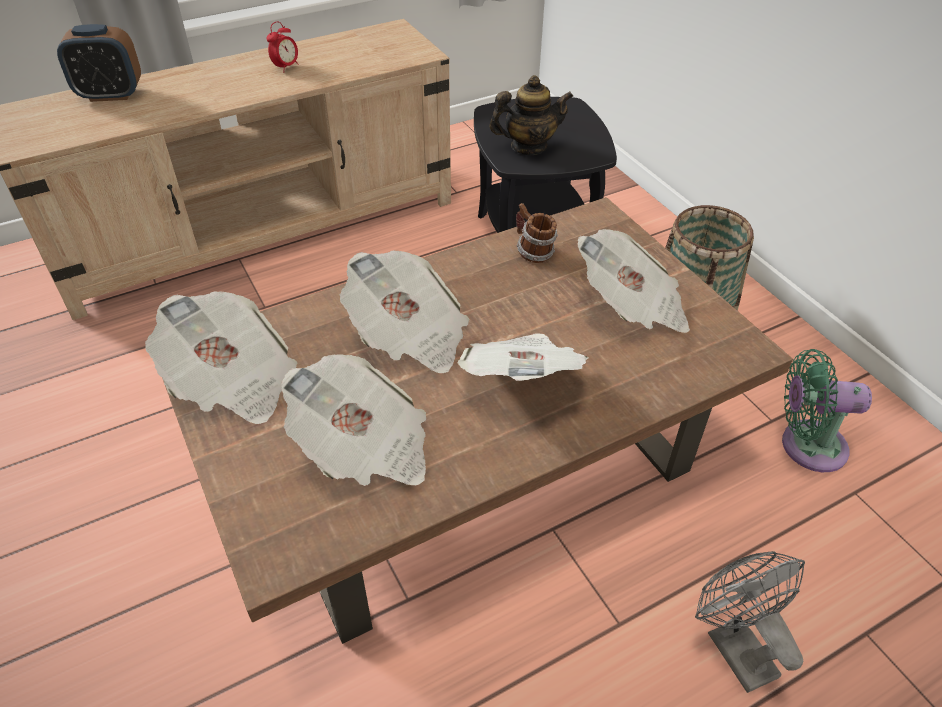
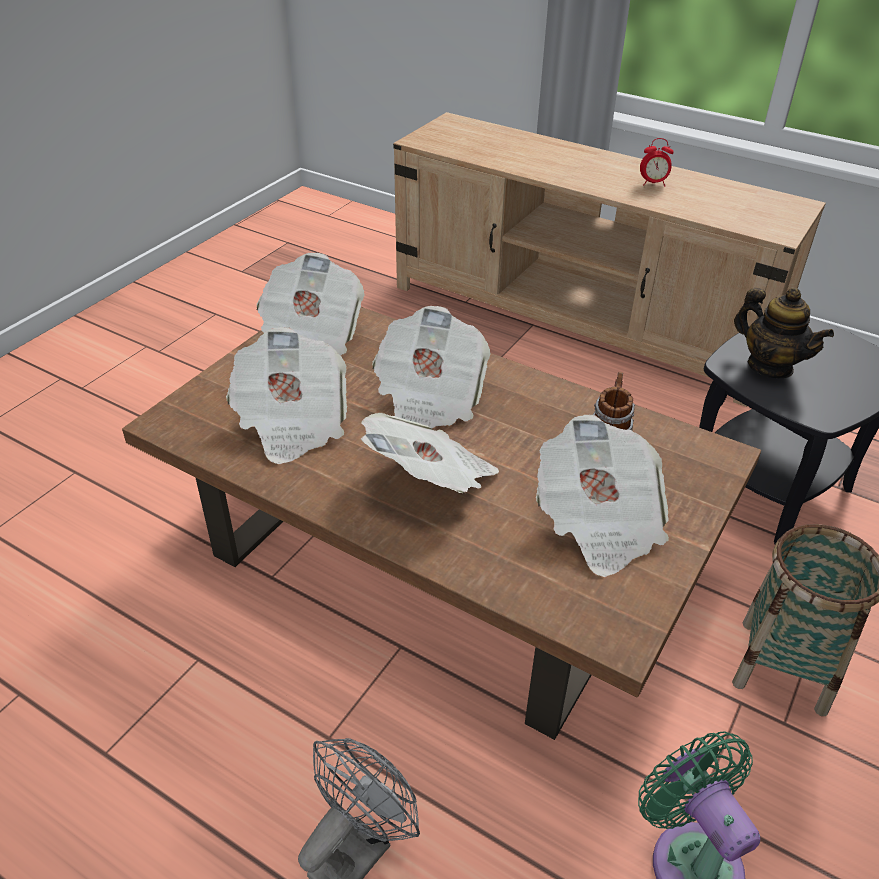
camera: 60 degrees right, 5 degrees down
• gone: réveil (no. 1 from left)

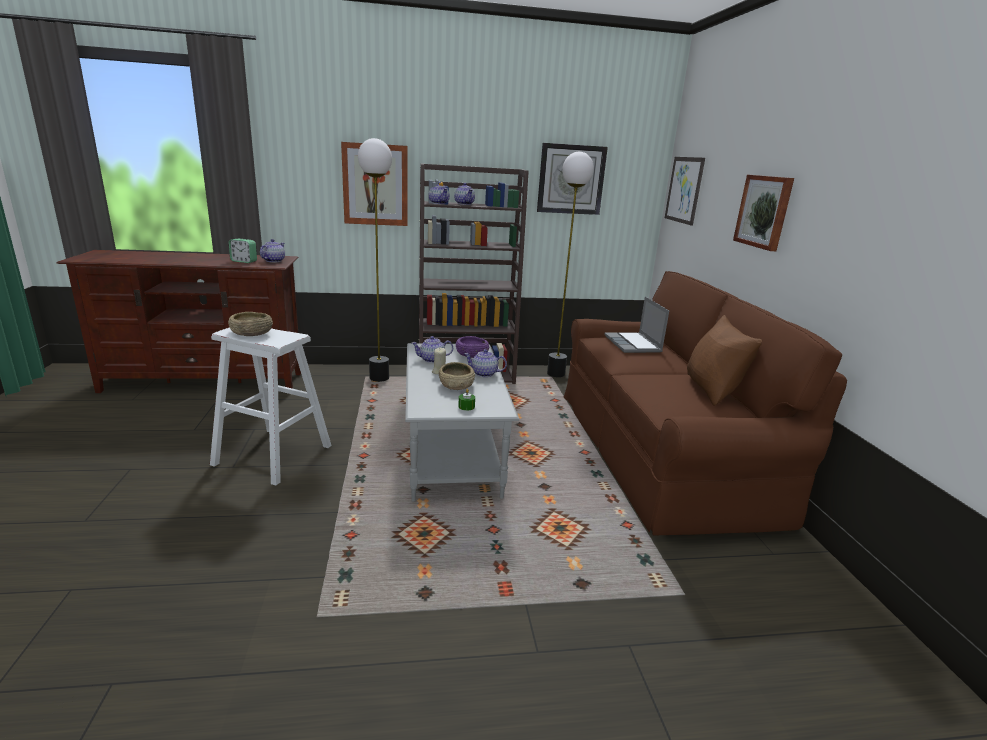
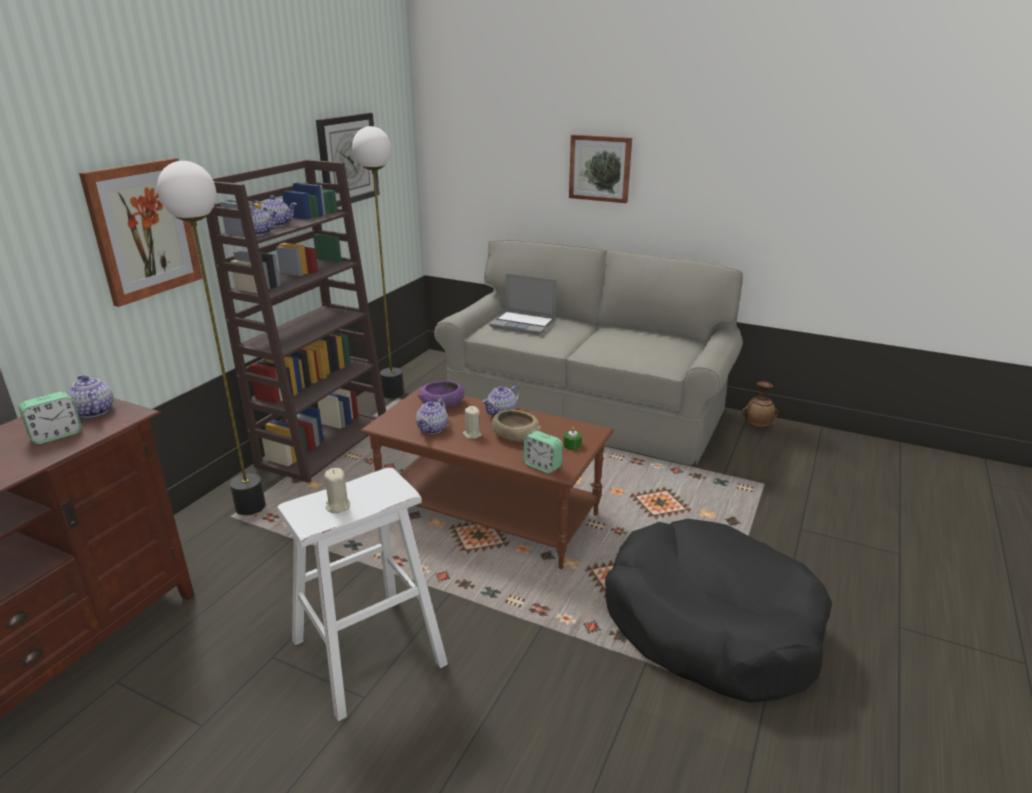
camera: 55 degrees left, 5 degrees up
• gone: tableau (no. 2 from left)
• gone: coussin/marron
• new: réveil (no. 2 from left)
• new: panier pour chien/noir
• new: vase
• swapped: bol/beige (no. 1 from left) to bougie/beige (no. 1 from left)
• repainted: table basse/gris to table basse/marron
• repainted: canapé/marron to canapé/gris

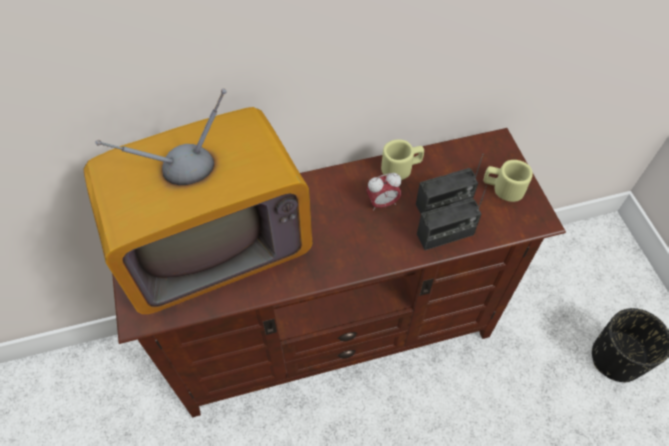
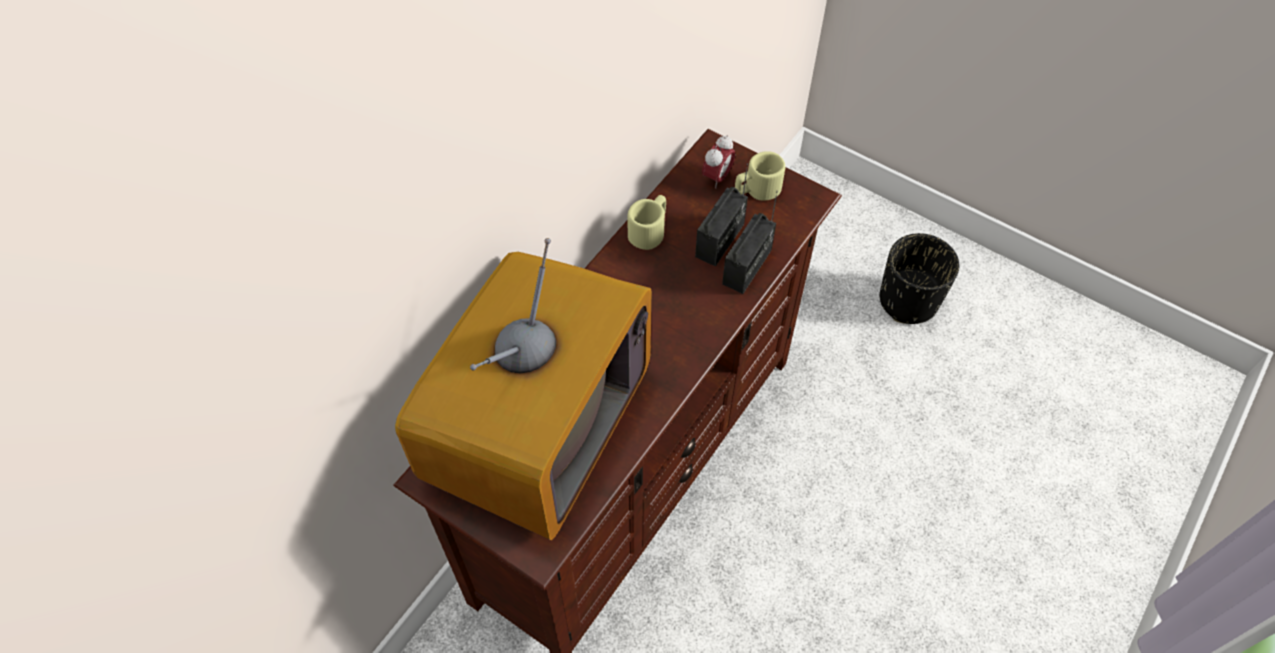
camera: 40 degrees left, 0 degrees up
• shifted: réveil

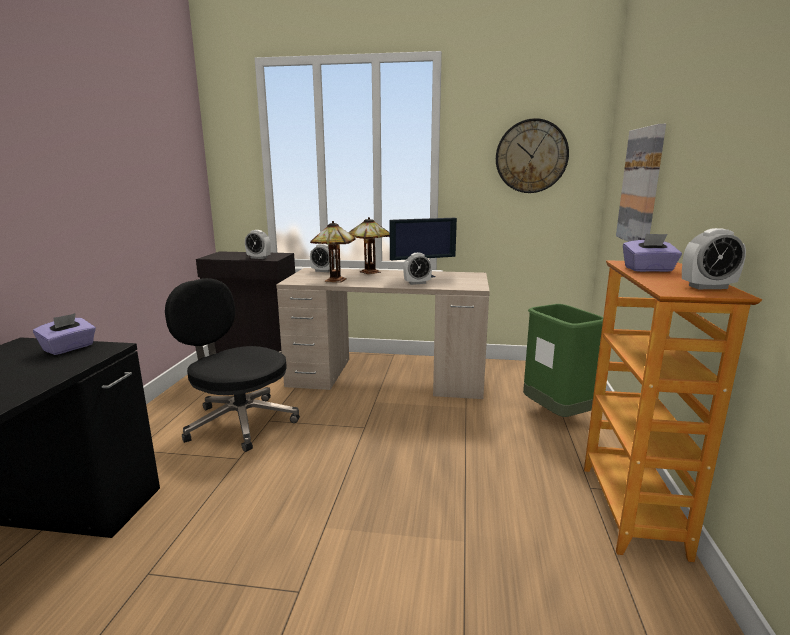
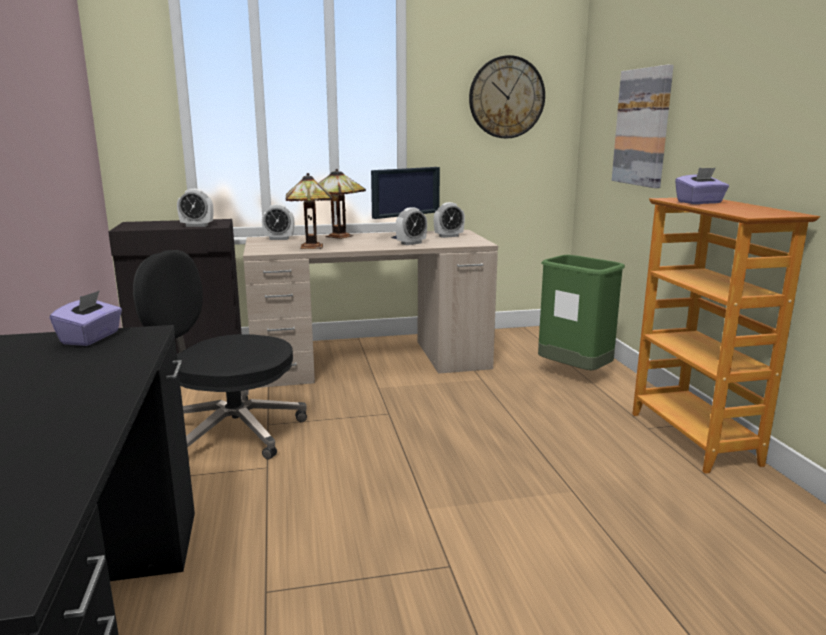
camera: 20 degrees left, 0 degrees up
• shifted: réveil (no. 4 from left)

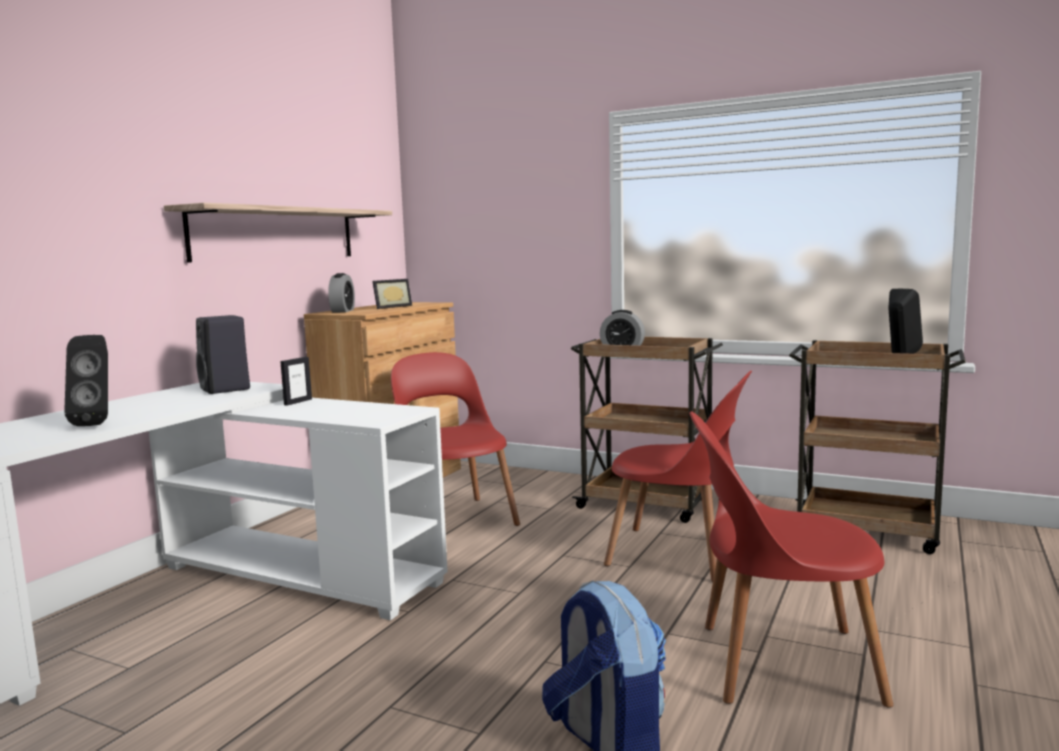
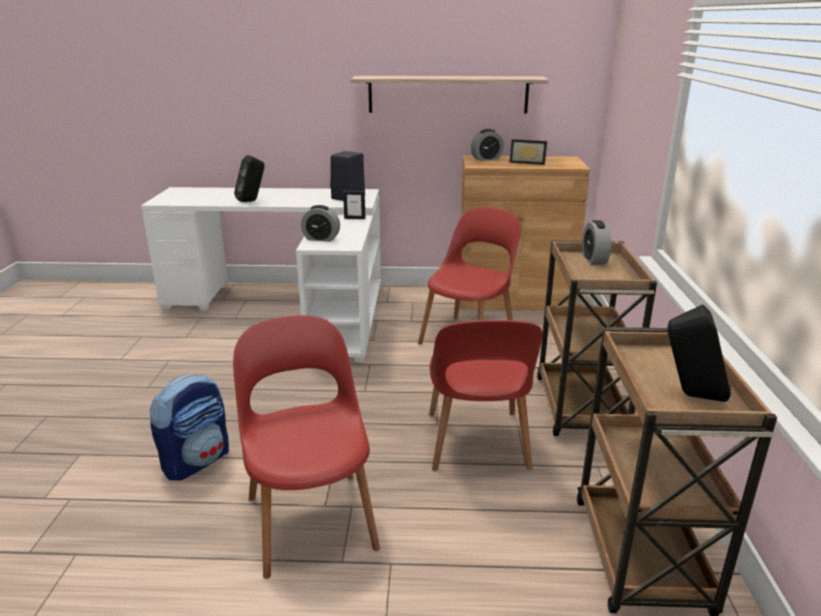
camera: 65 degrees right, 15 degrees up
• new: réveil (no. 1 from left)

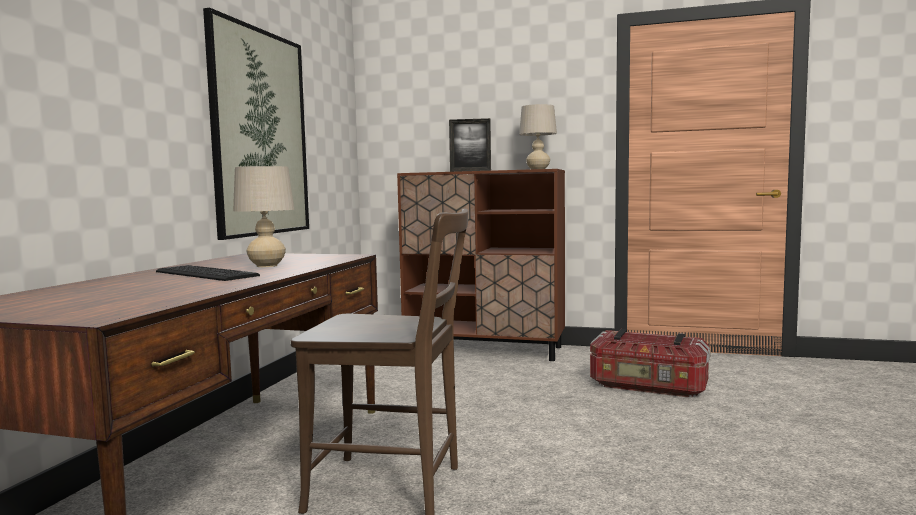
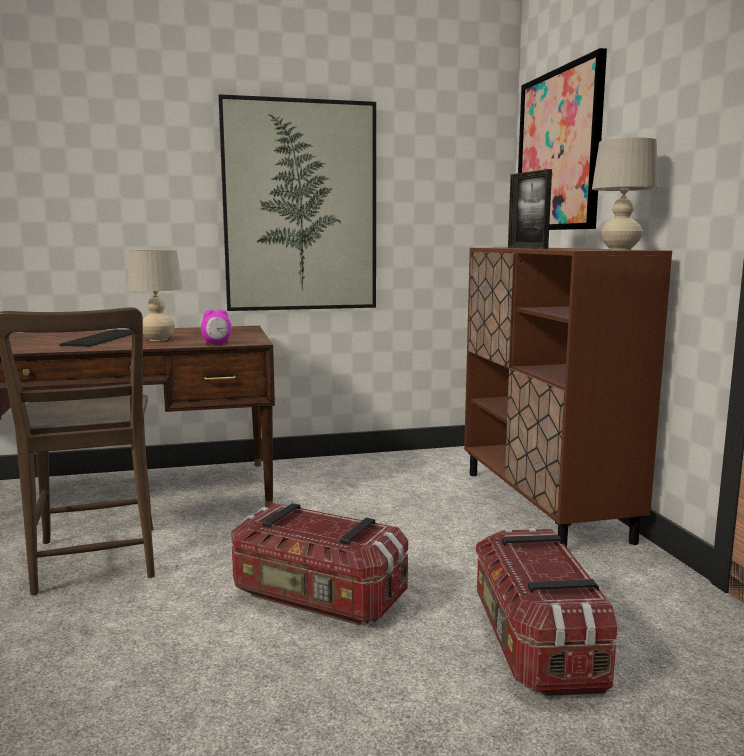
camera: 60 degrees right, 5 degrees up
• new: réveil
• new: boîte de rangement (no. 1 from left)
• new: tableau (no. 2 from left)

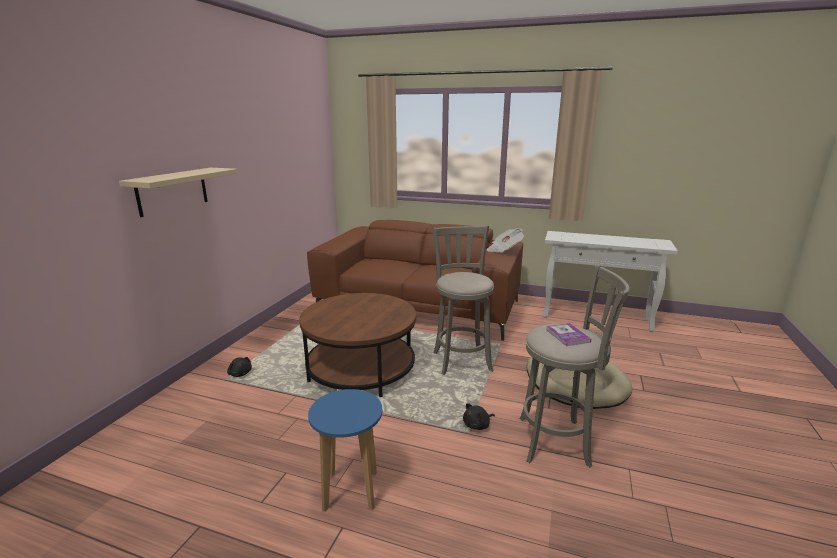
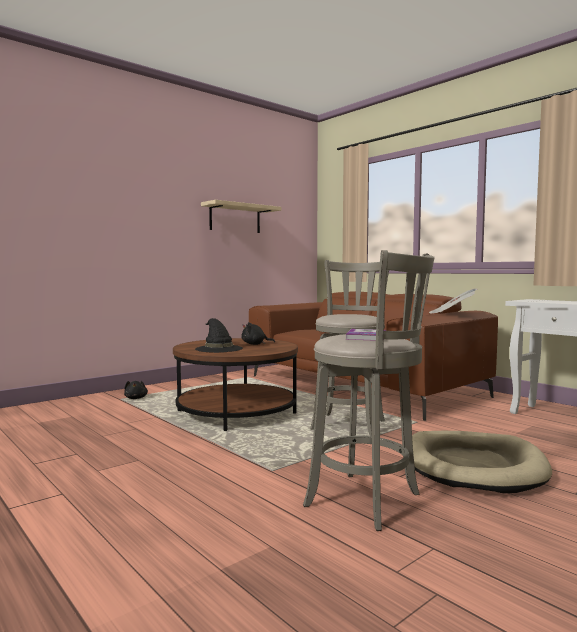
camera: 30 degrees right, 15 degrees down
• gone: tabouret/bleu
• new: chapeau/noir
• shifted: étagère/beige
• shifted: peluche/noir (no. 2 from left)

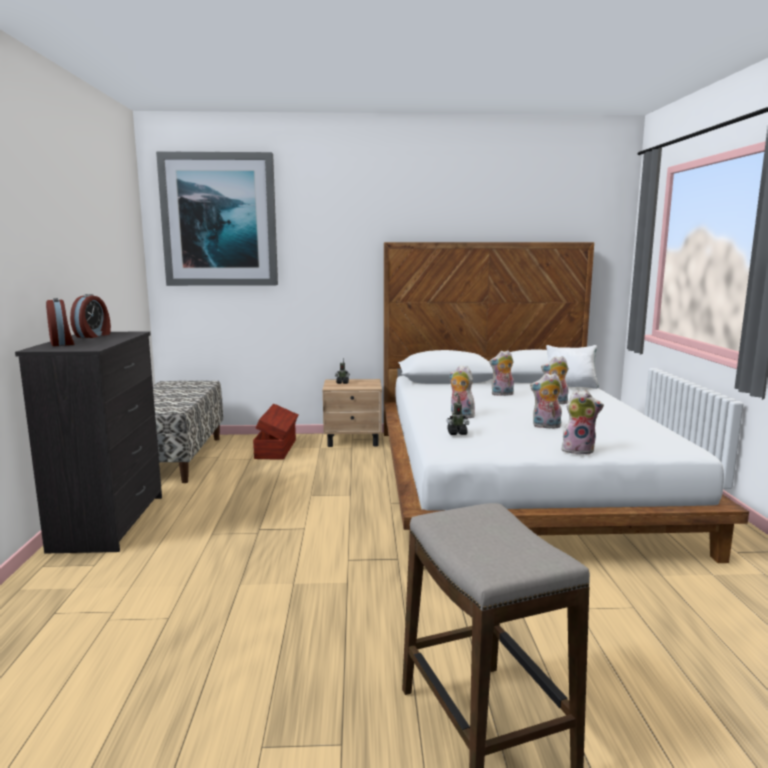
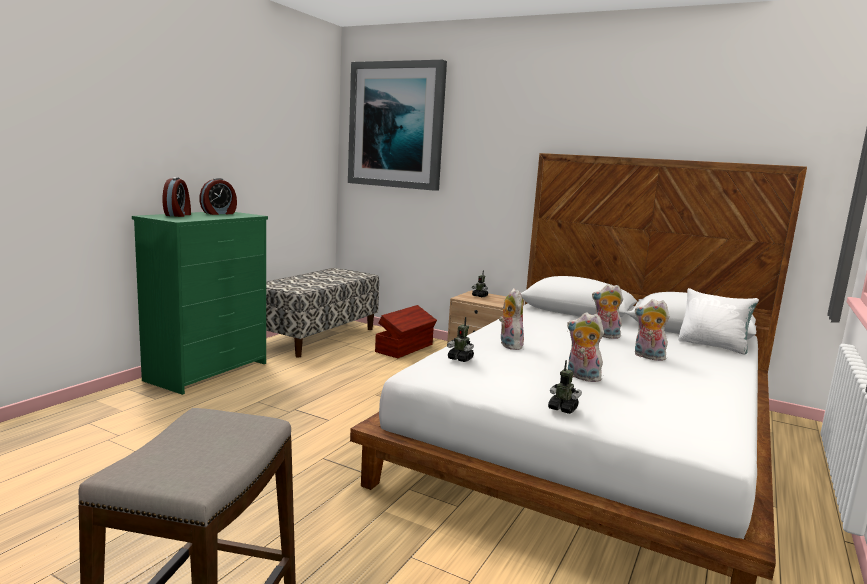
camera: 30 degrees right, 0 degrees up
• swapped: peluche (no. 5 from left) to robot jouet (no. 3 from left)
• repainted: commode/noir to commode/vert

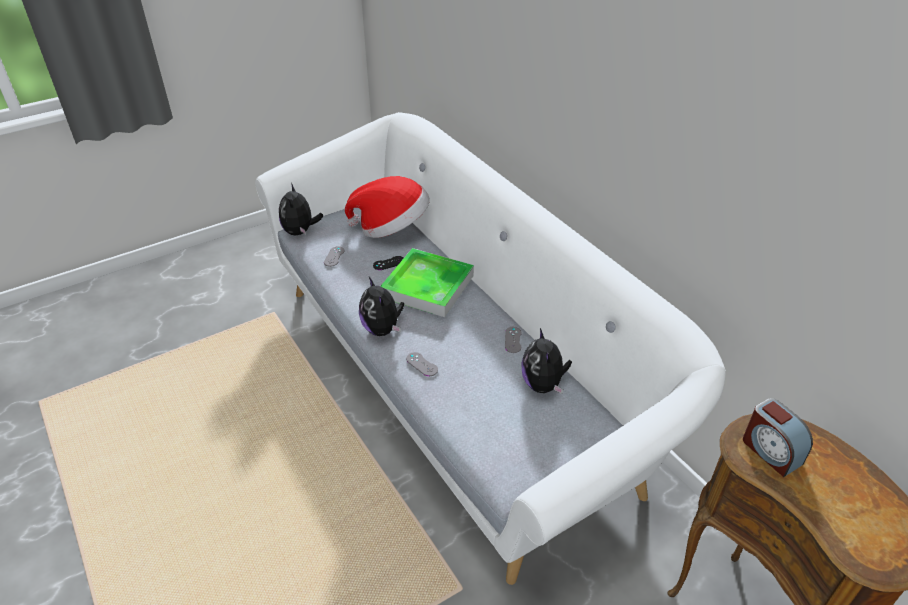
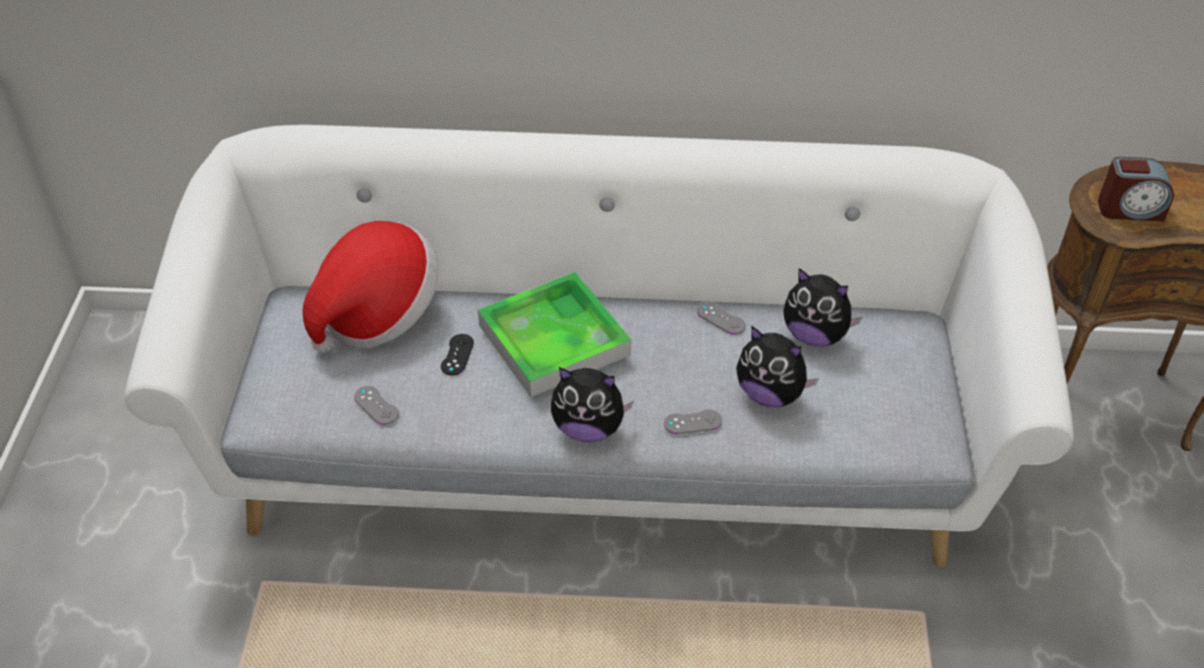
camera: 55 degrees left, 5 degrees up
• shifted: peluche (no. 1 from left in the first image) to peluche (no. 2 from left)

